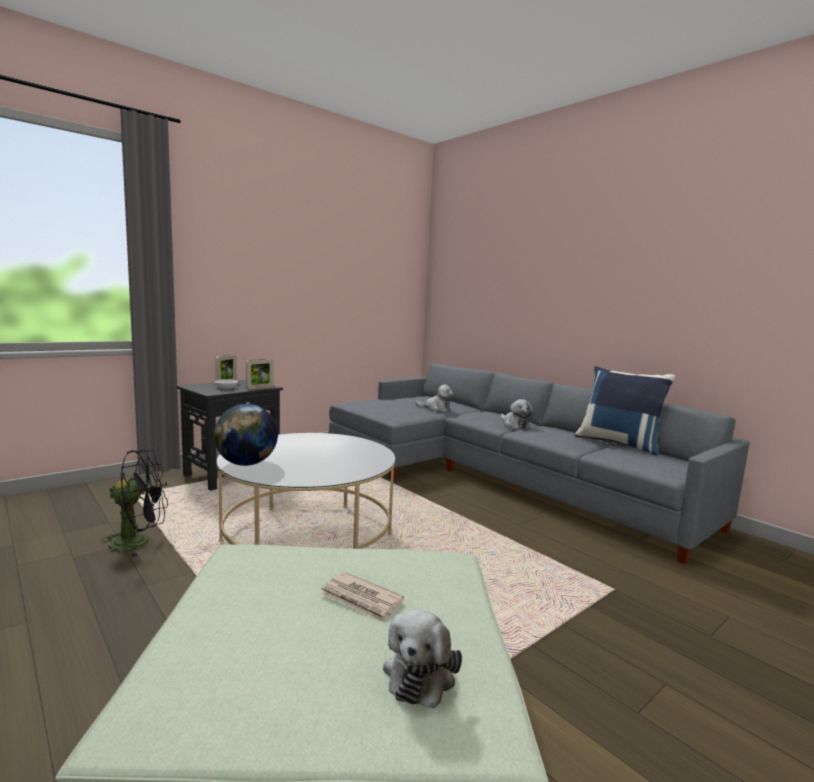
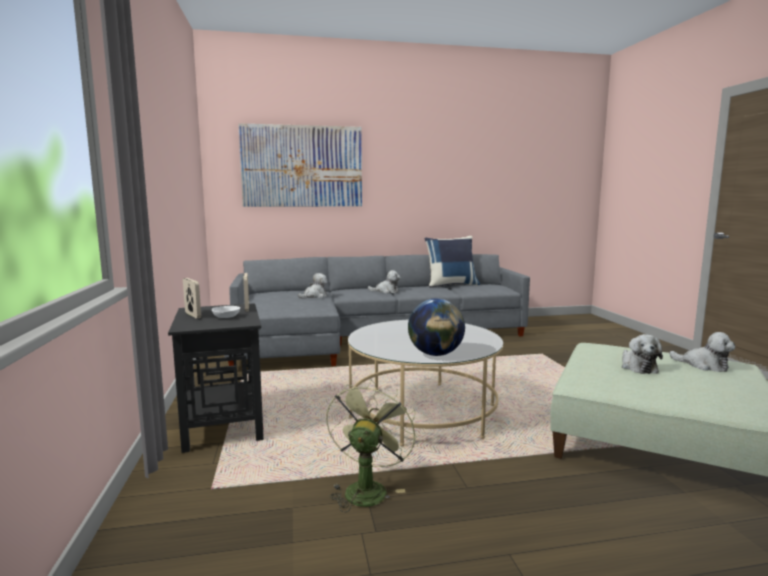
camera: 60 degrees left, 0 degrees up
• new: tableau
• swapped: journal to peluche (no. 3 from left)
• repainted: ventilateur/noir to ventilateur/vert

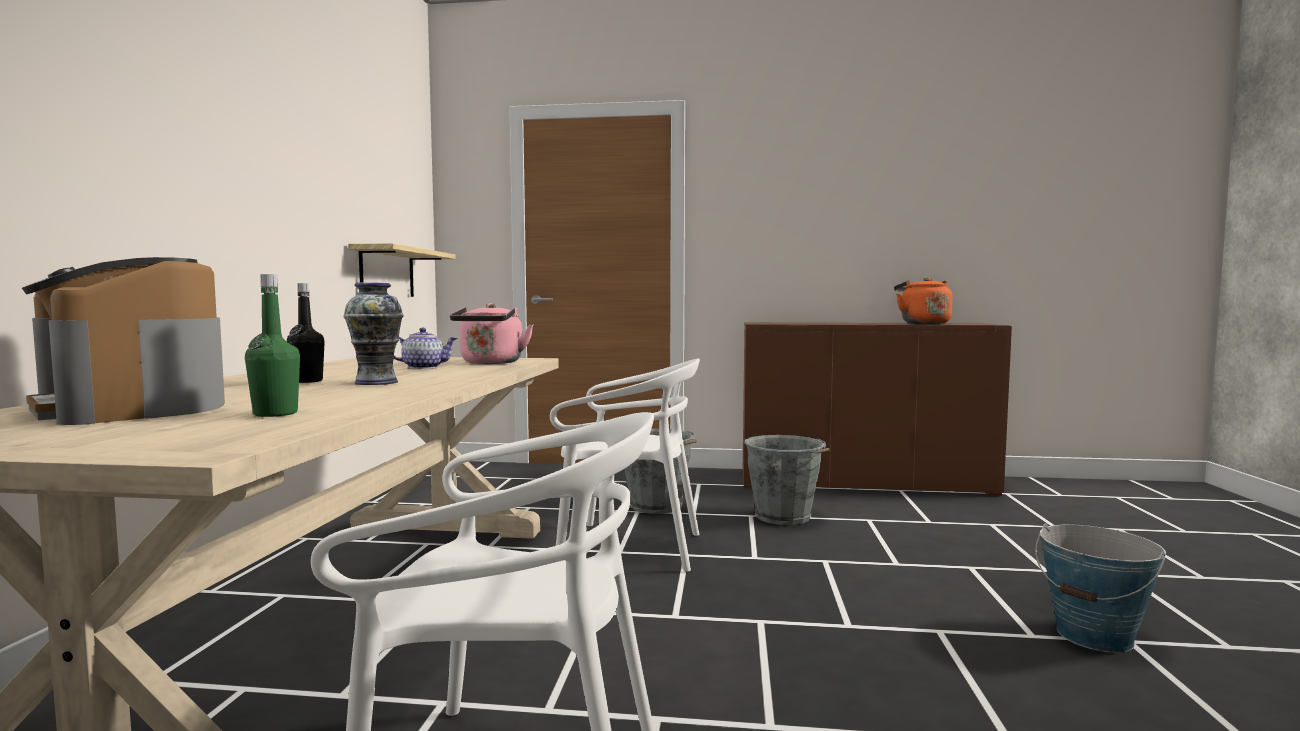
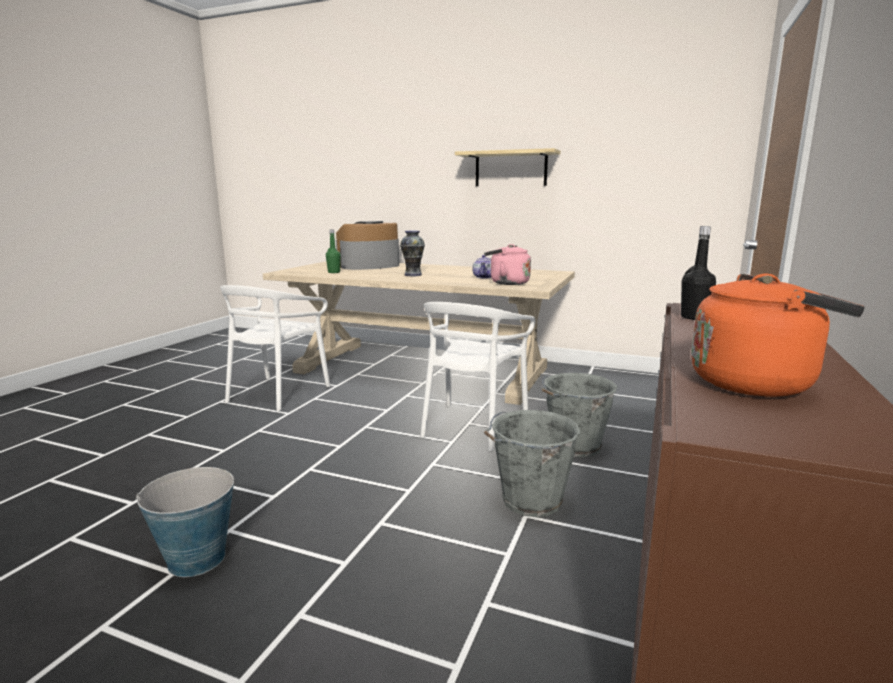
camera: 105 degrees right, 10 degrees up
• shifted: bouteille/noir
• shifted: étagère

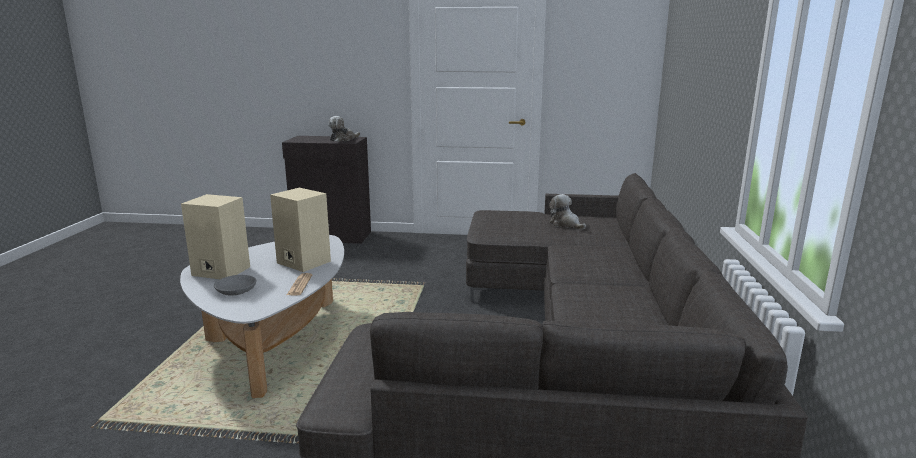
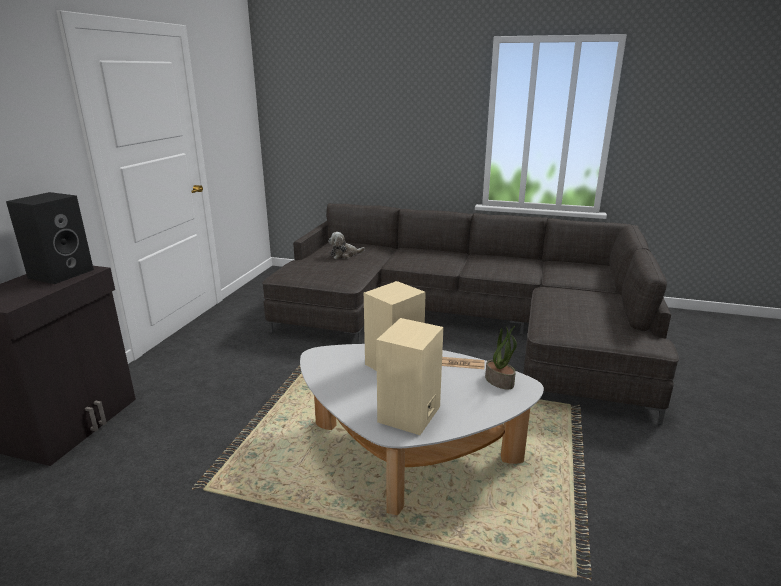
camera: 80 degrees left, 5 degrees up
• gone: bol/gris
• new: plante en pot
• swapped: peluche (no. 1 from left) to enceinte/noir

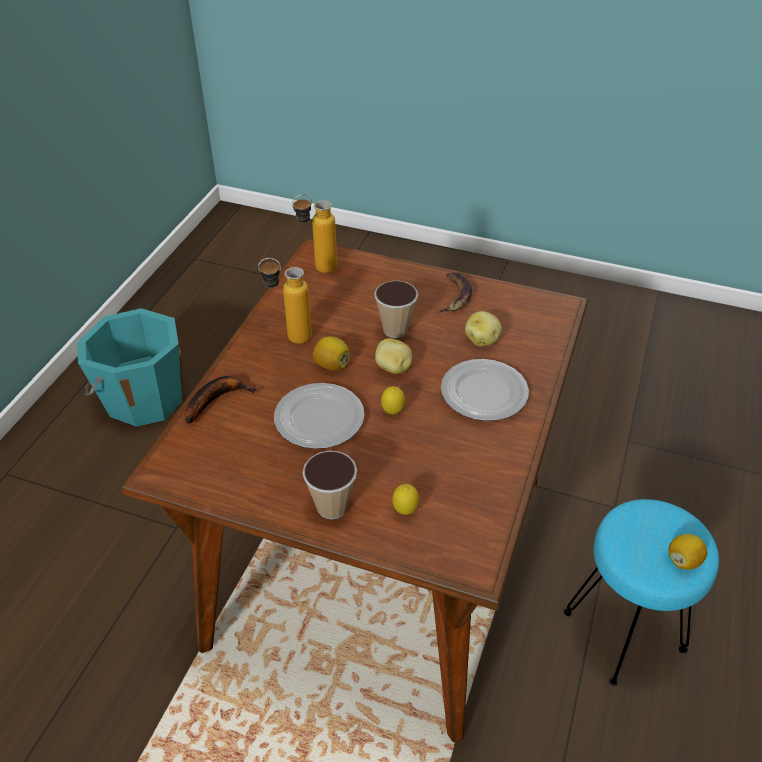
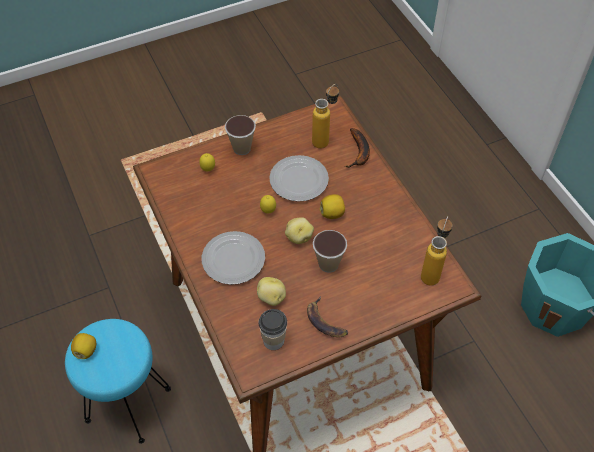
camera: 135 degrees right, 10 degrees up
• new: tasse (no. 2 from left)
• shifted: bouteille (no. 1 from left)

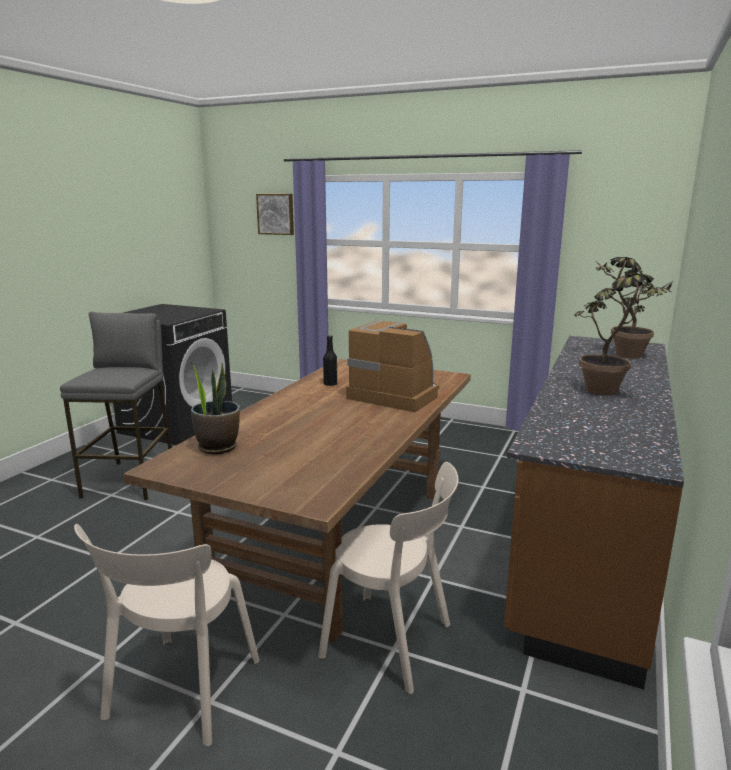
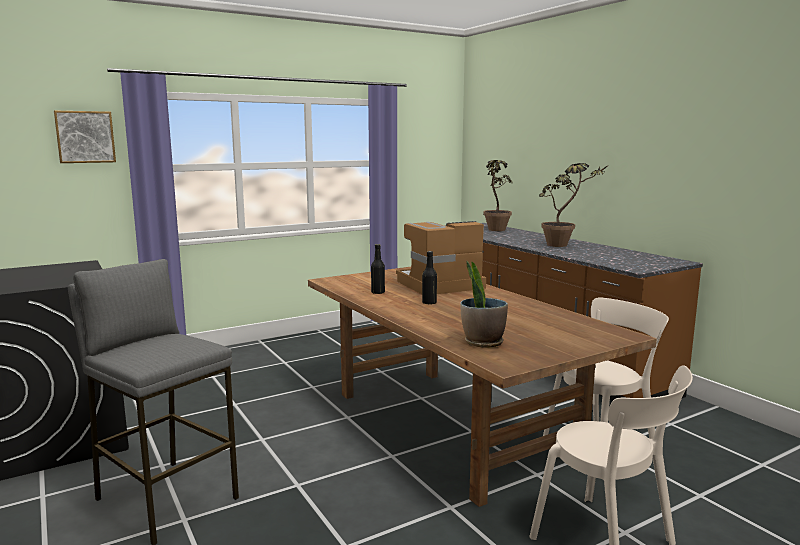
camera: 55 degrees left, 5 degrees down
• new: bouteille/noir (no. 2 from left)

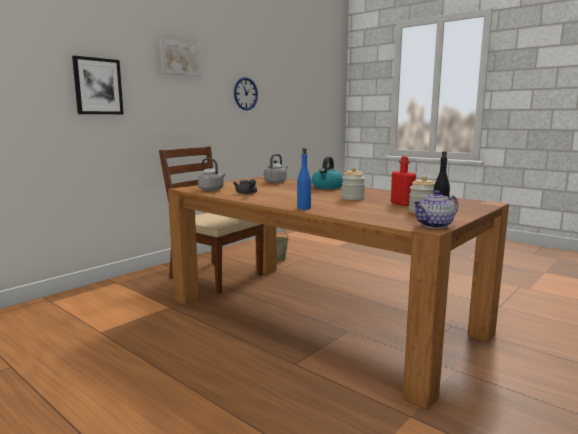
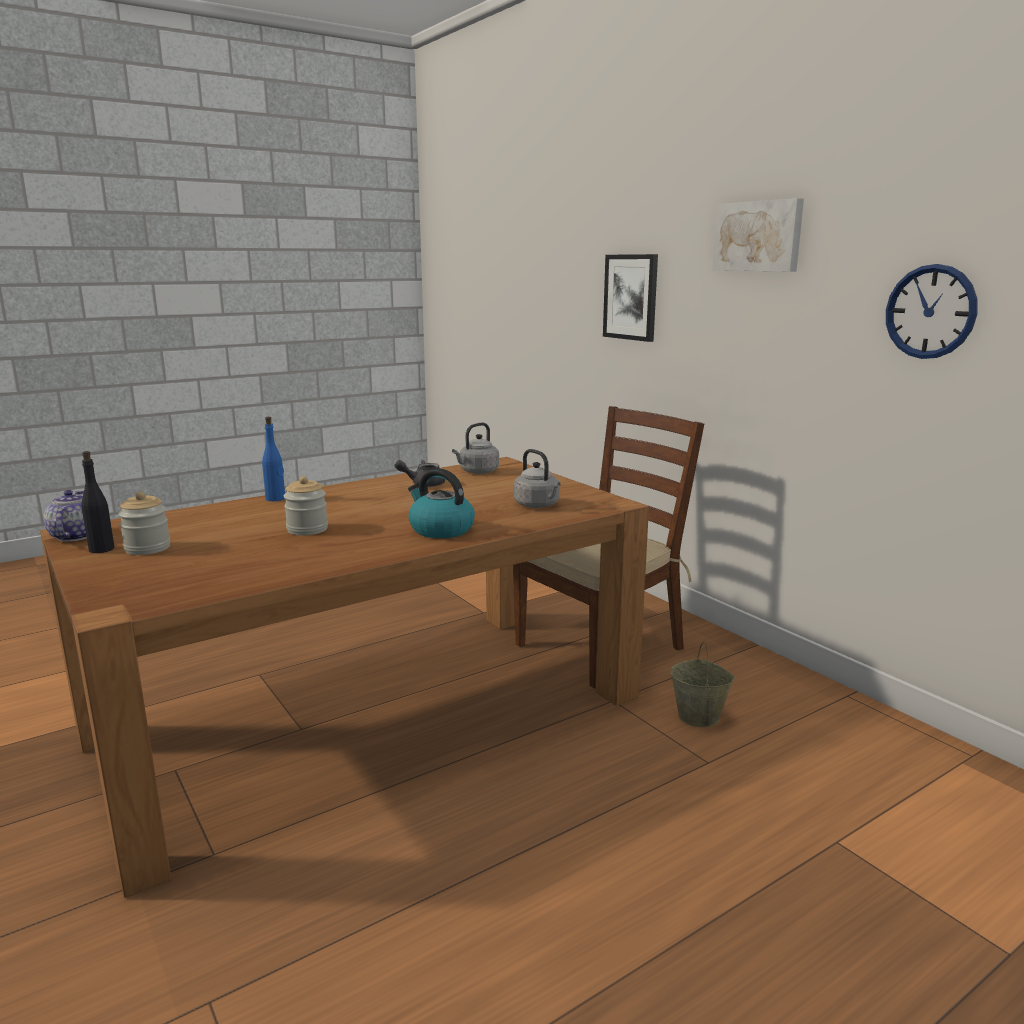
camera: 105 degrees right, 5 degrees up
• gone: bouteille/rouge

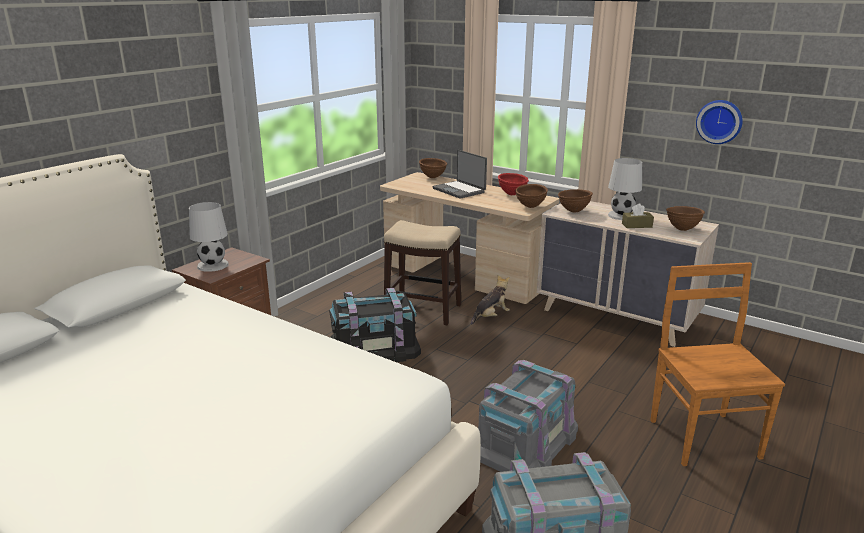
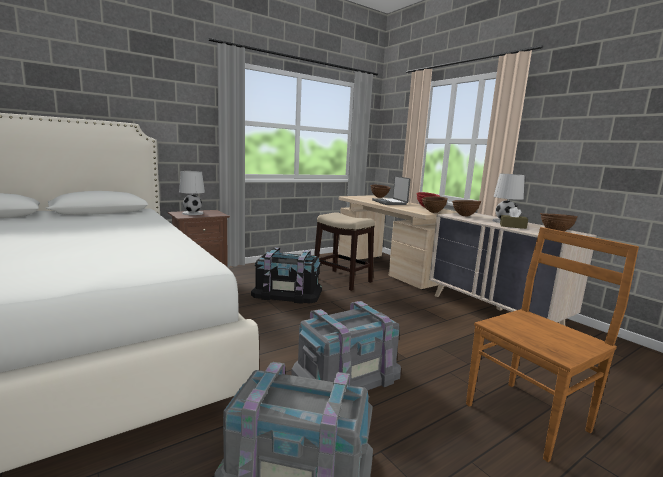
camera: 20 degrees right, 10 degrees down
• gone: peluche
• gone: horloge murale
• rotated: chaise/marron 45 degrees clockwise

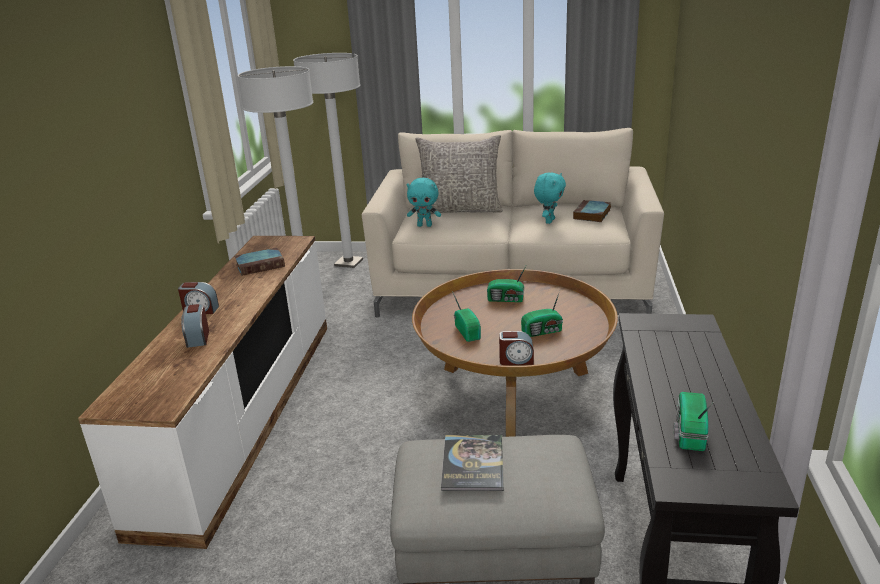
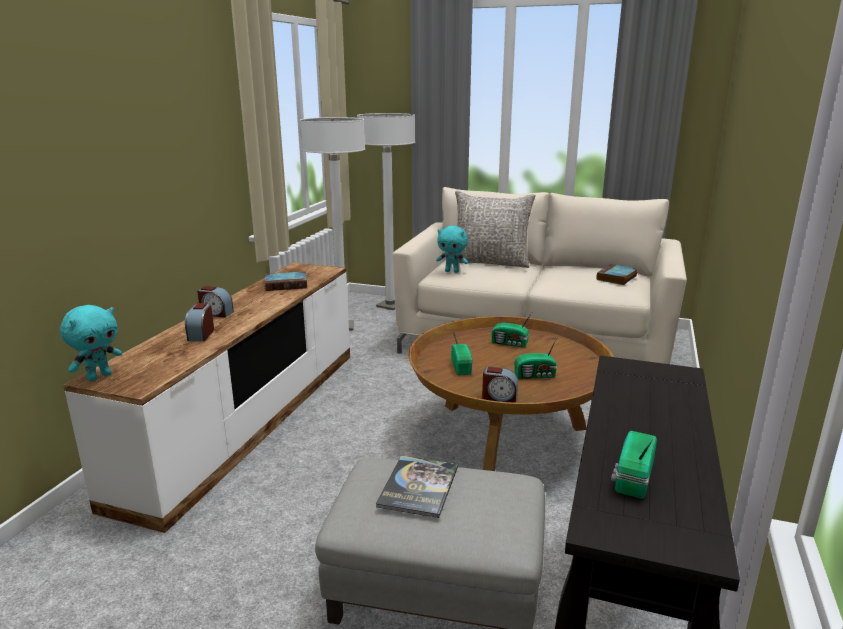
camera: 10 degrees right, 5 degrees down
• shifted: peluche/turquoise (no. 2 from left in the first image) to peluche/turquoise (no. 1 from left)

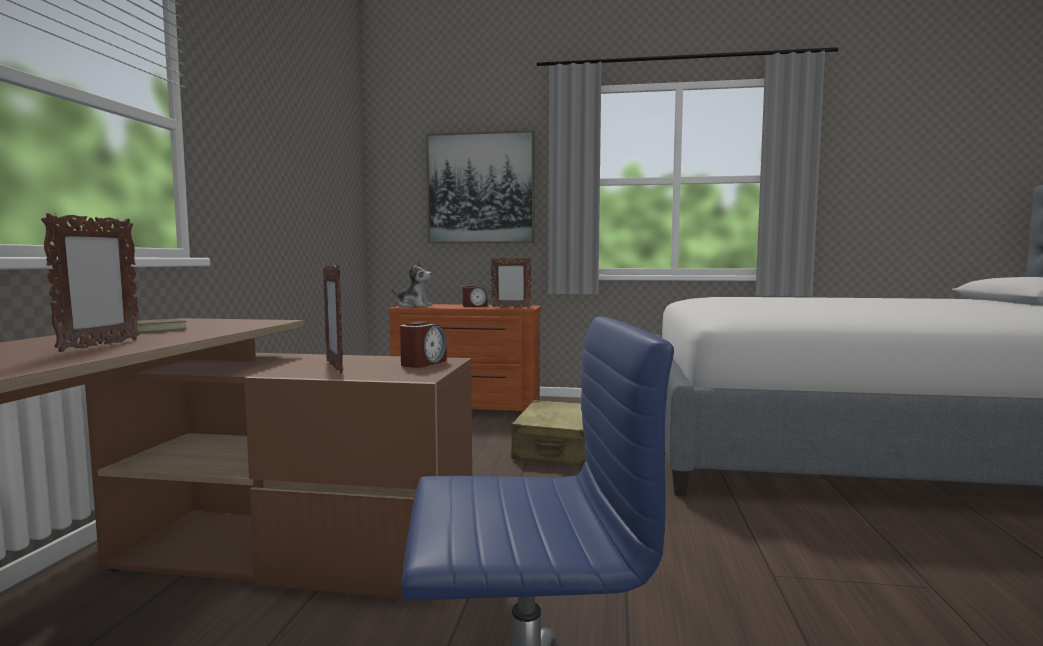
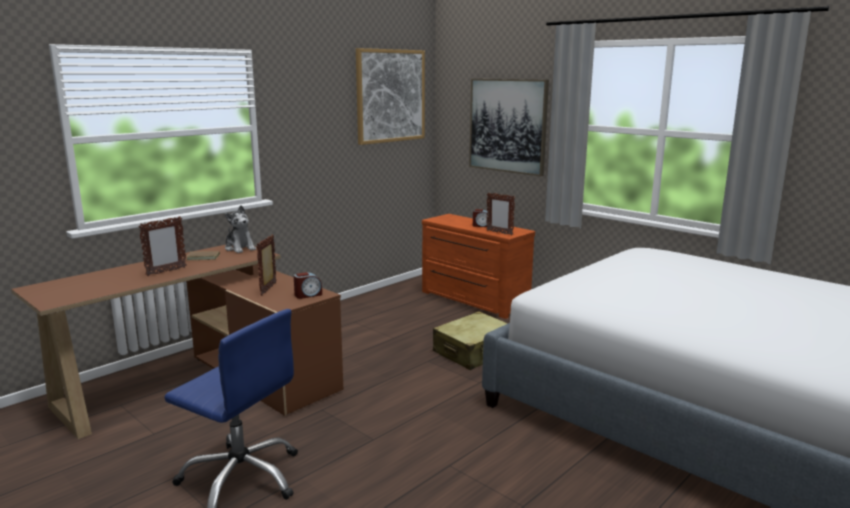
camera: 35 degrees right, 10 degrees up
• new: tableau (no. 1 from left)
• shifted: peluche

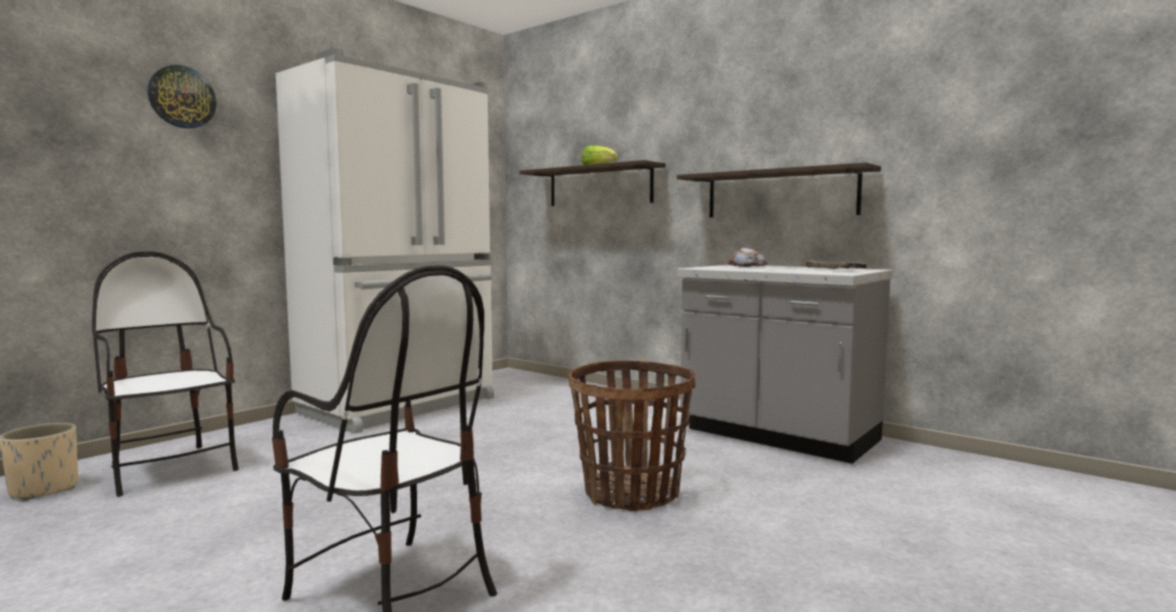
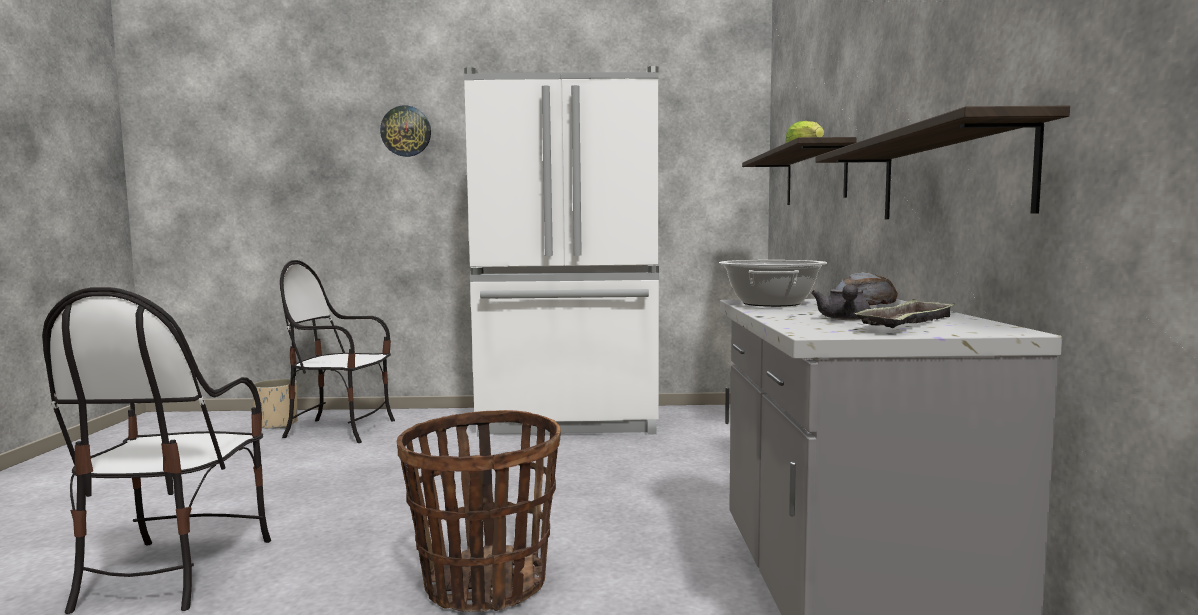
camera: 50 degrees right, 0 degrees up
• new: marmite
• new: théière/gris
• rotated: chaise (no. 1 from left in the first image) 90 degrees counterclockwise

